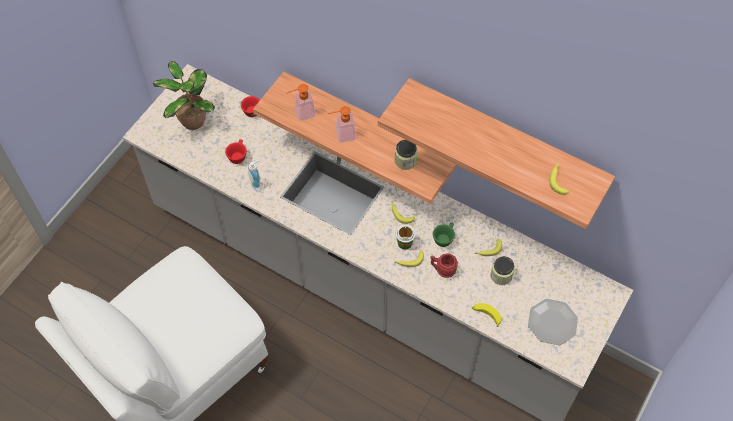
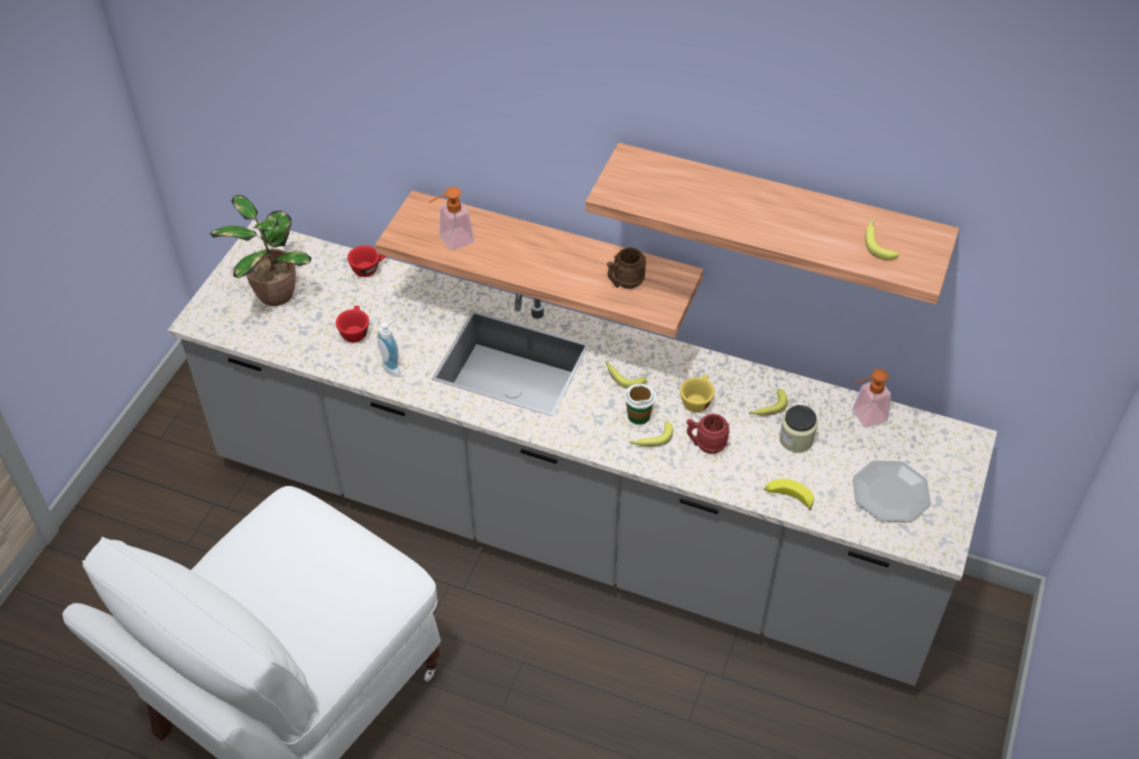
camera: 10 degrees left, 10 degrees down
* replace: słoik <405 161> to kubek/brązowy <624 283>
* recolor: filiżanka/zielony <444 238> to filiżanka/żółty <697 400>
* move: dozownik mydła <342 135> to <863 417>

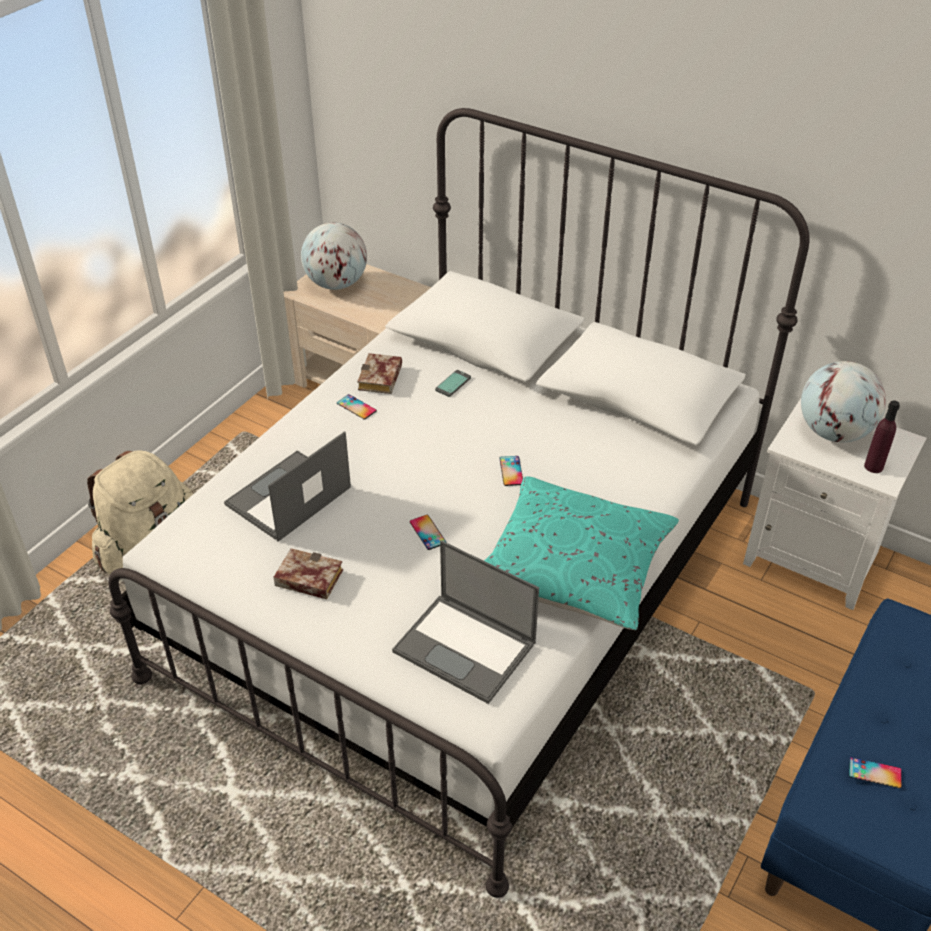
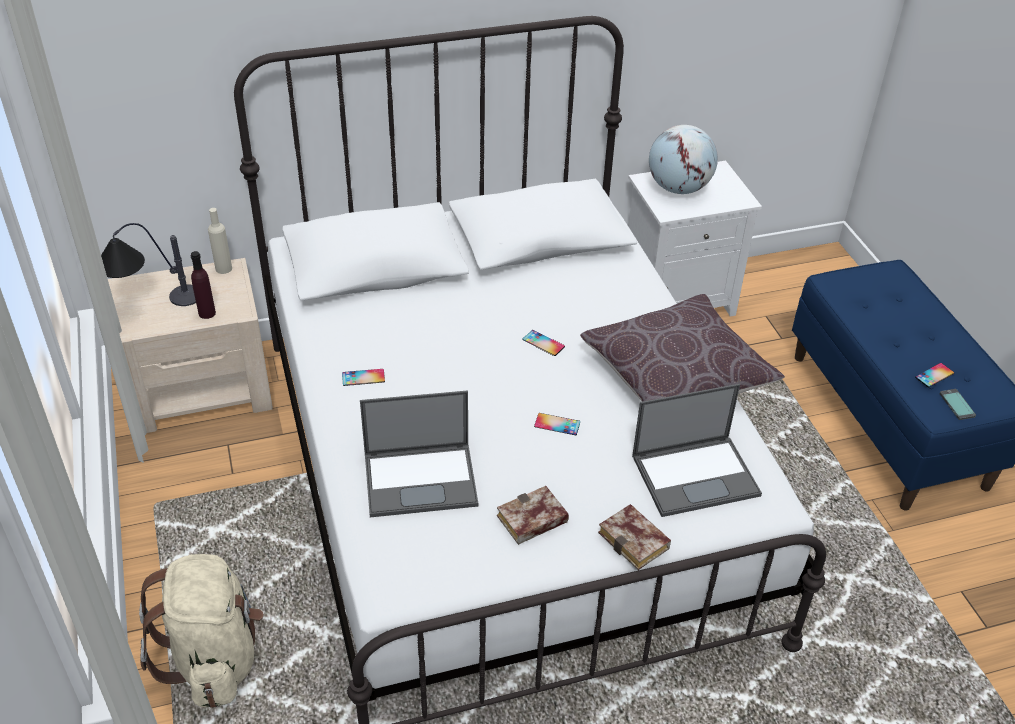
camera: 50 degrees left, 0 degrees up
* replace: globus <336 284> to lampa stołowa <152 304>
* move: butelka/fioletowy <873 466> to <207 313>
* insert: butelka/beżowy <223 268>
* rotate: laptop <288 497> = <422 479> 90 degrees counterclockwise
* recolor: poduszka/turkusowy <574 568> to poduszka/brązowy <676 375>
* move: książka <381 379> to <637 542>
* move: telefon <453 384> to <956 405>

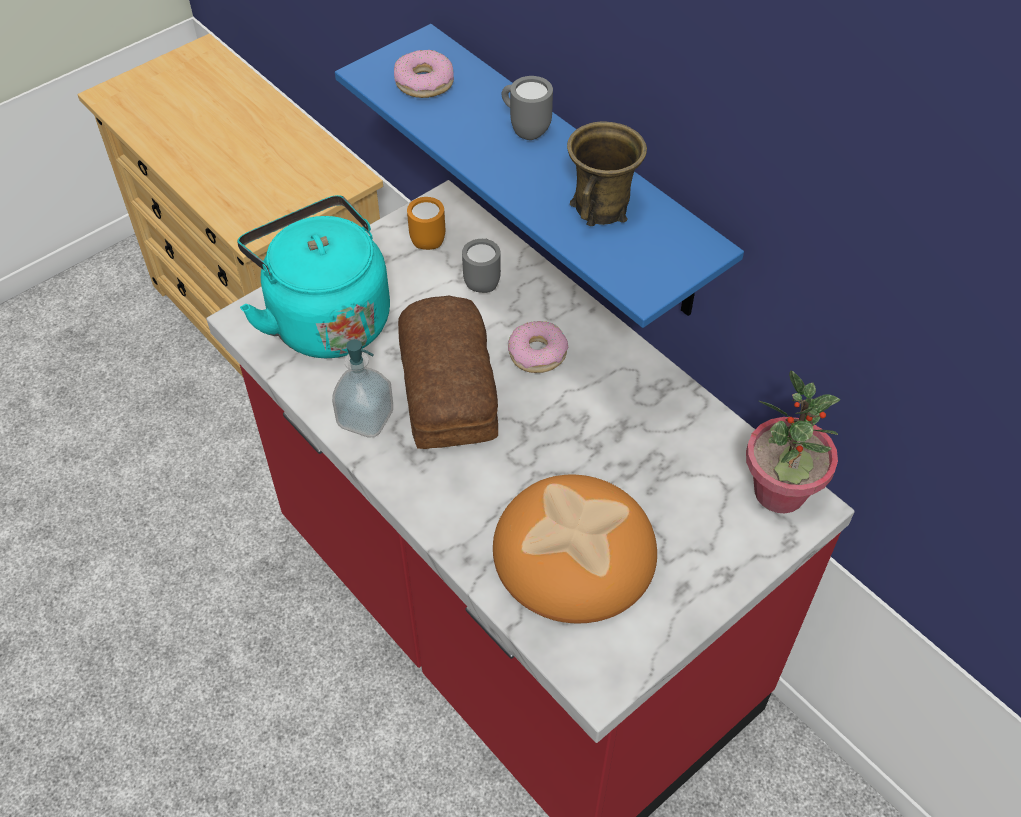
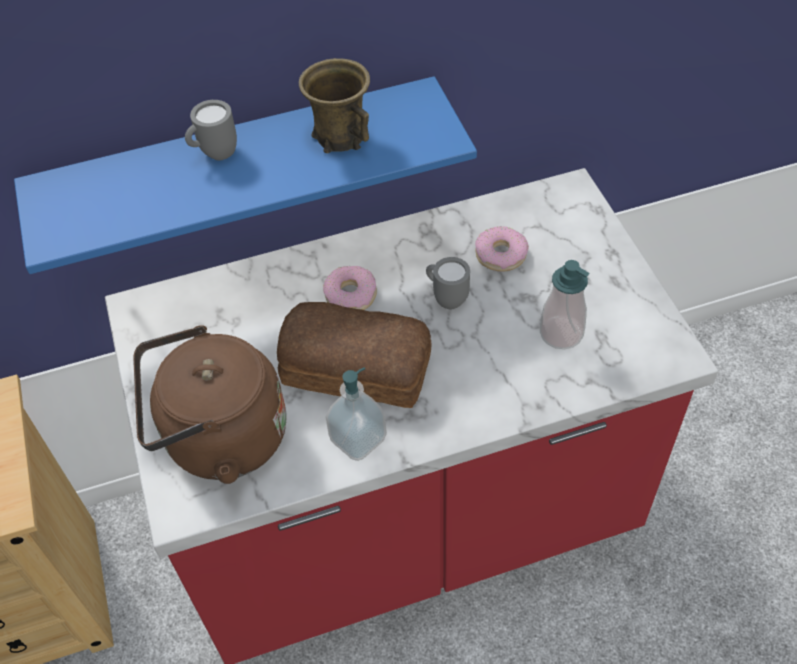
camera: 65 degrees left, 0 degrees up
* recolor: czajnik/turkusowy <325 318> to czajnik/brązowy <219 439>
* move: kubek/szary <483 281> to <446 298>
* move: donut <424 82> to <501 254>
* replace: chleb <576 553> to dozownik mydła <561 333>
* delete: kubek/pomarańczowy <428 239>
* delete: roślina doniczkowa <779 492>

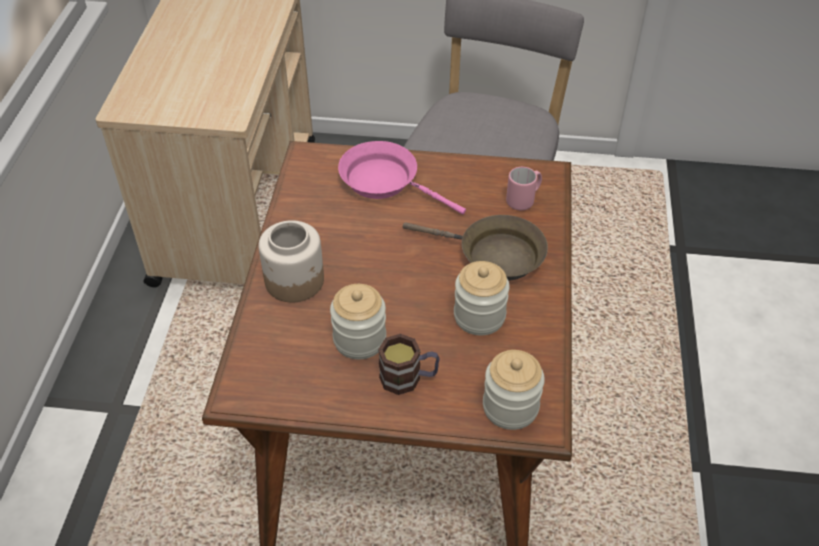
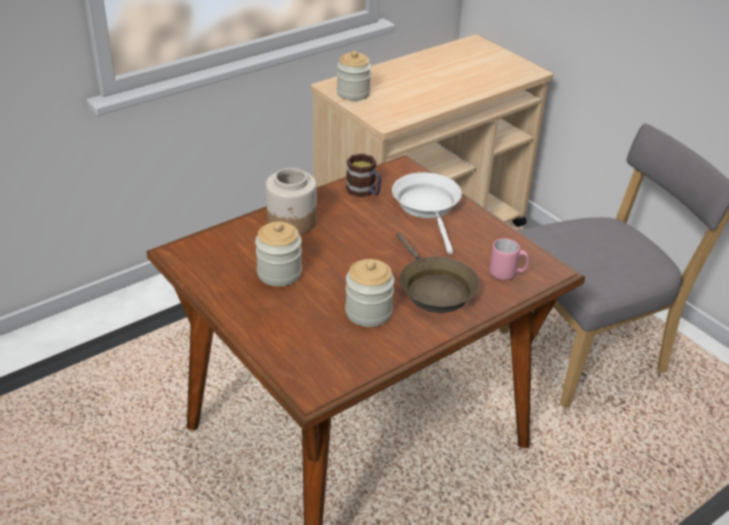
camera: 45 degrees right, 10 degrees down
* move: słoik <510 407> to <353 93>
* move: kubek <408 378> to <364 192>
* recolor: patelnia/różowy <385 181> to patelnia/biały <428 207>

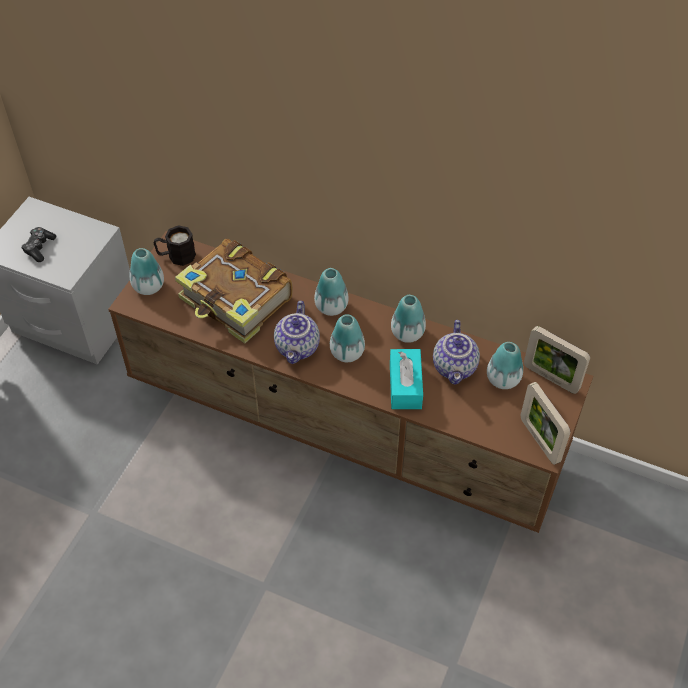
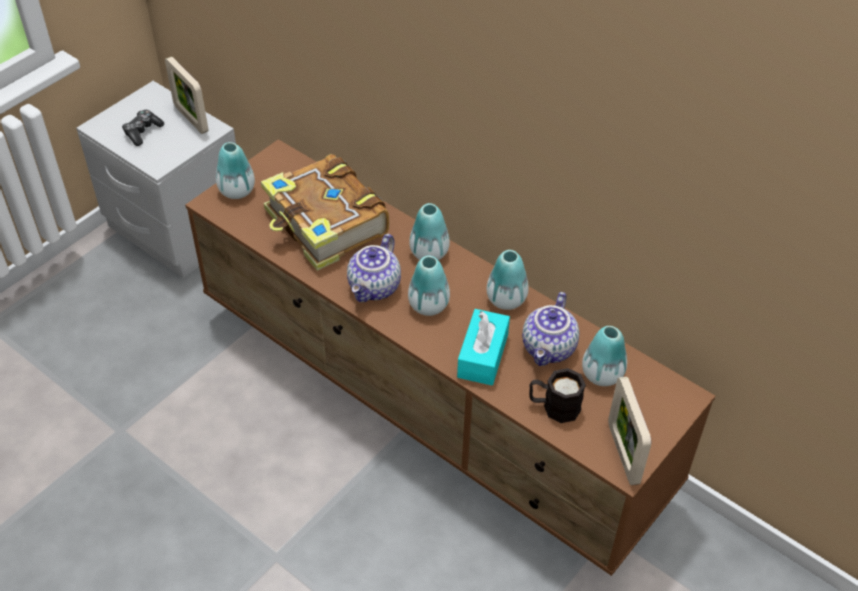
camera: 15 degrees right, 5 degrees down
* move: ramka na zdjęcie <551 378> to <191 119>
* move: kubek/czarny <176 256> to <554 407>

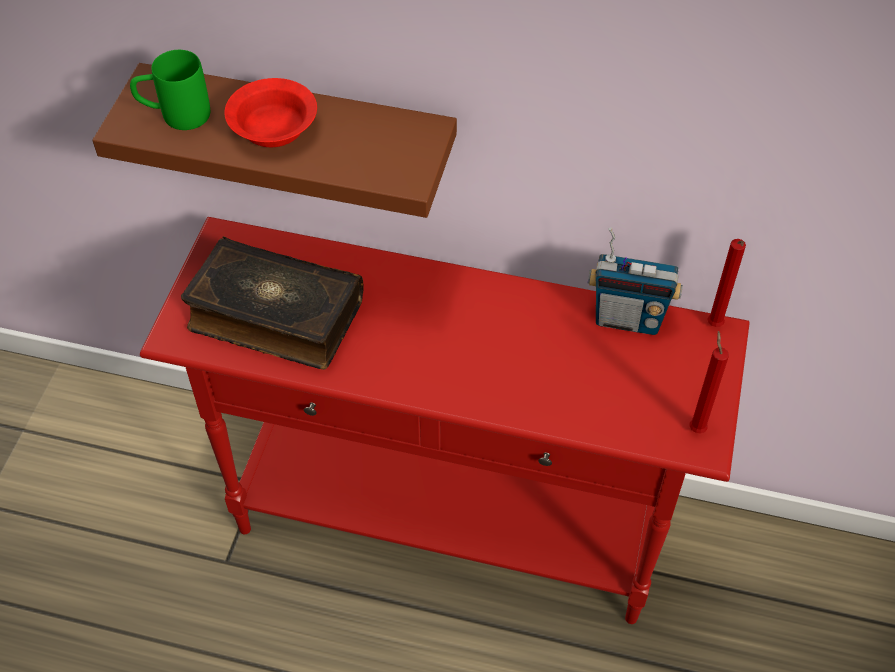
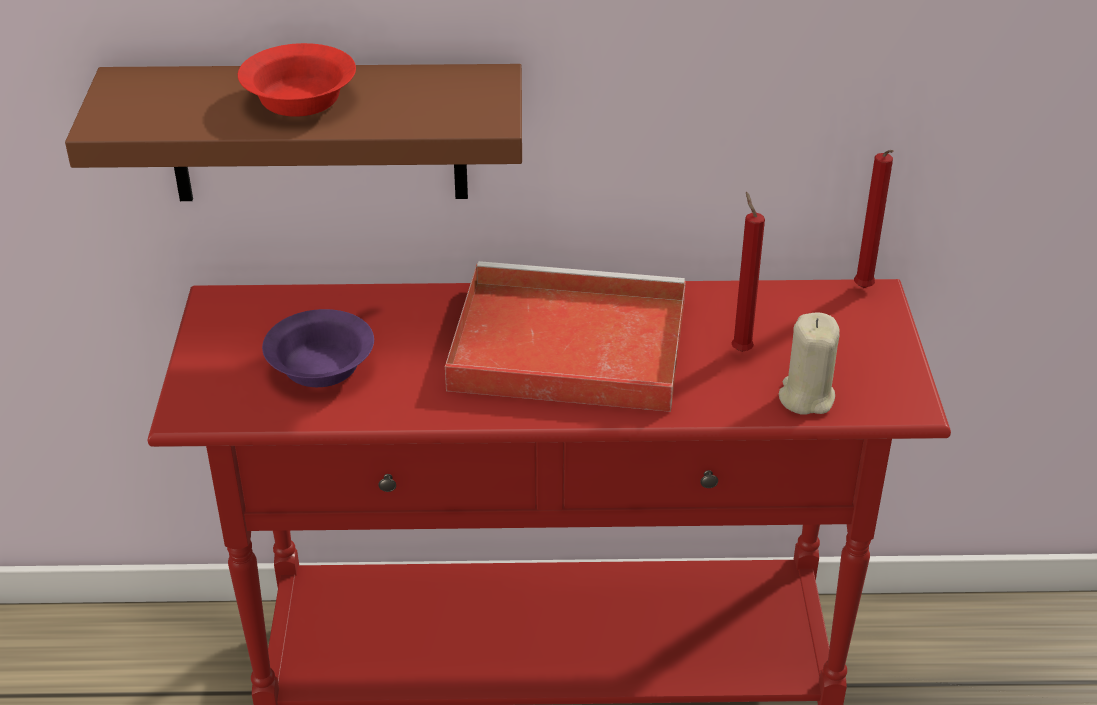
camera: 15 degrees left, 15 degrees down
* replace: książka <275 316> to miska/fioletowy <319 368>
* insert: taca/czerwony <563 346>
* move: świeca/czerwony <696 427> to <740 349>
* insert: świeca/beżowy <806 397>
* delete: kubek/zielony <175 115>
* delete: radio <627 319>

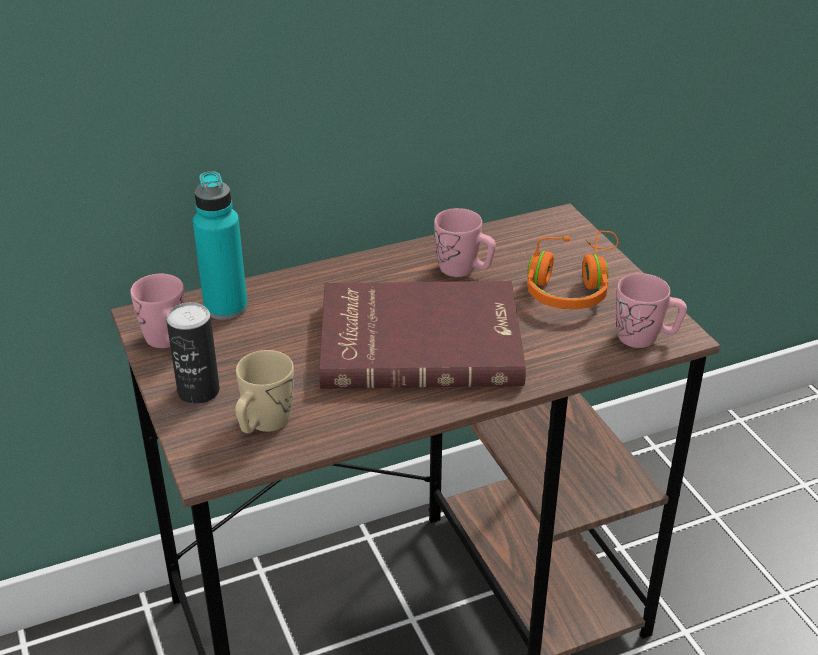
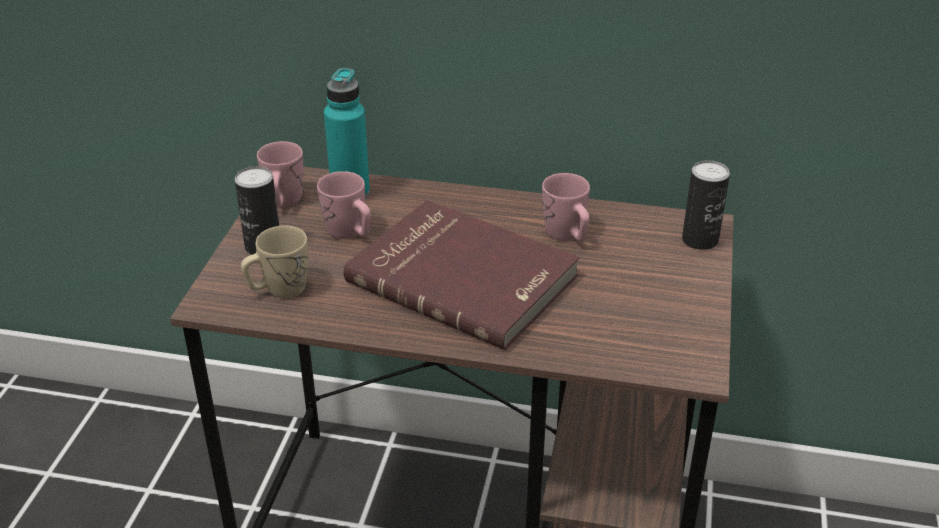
camera: 35 degrees right, 0 degrees up
* move: kubek/różowy <645 338> to <349 233>
* insert: puszka <700 240>
* delete: słuchawki/pomarańczowy <571 286>

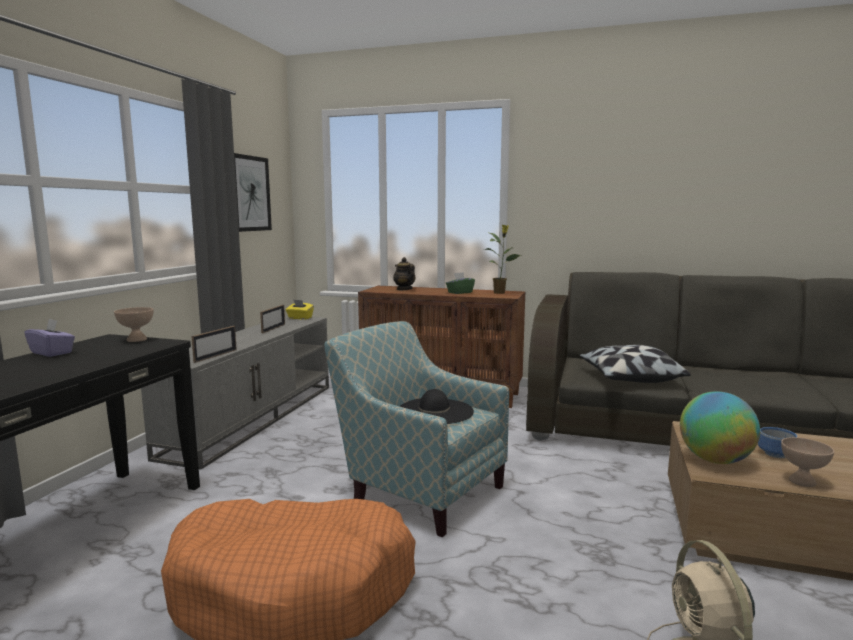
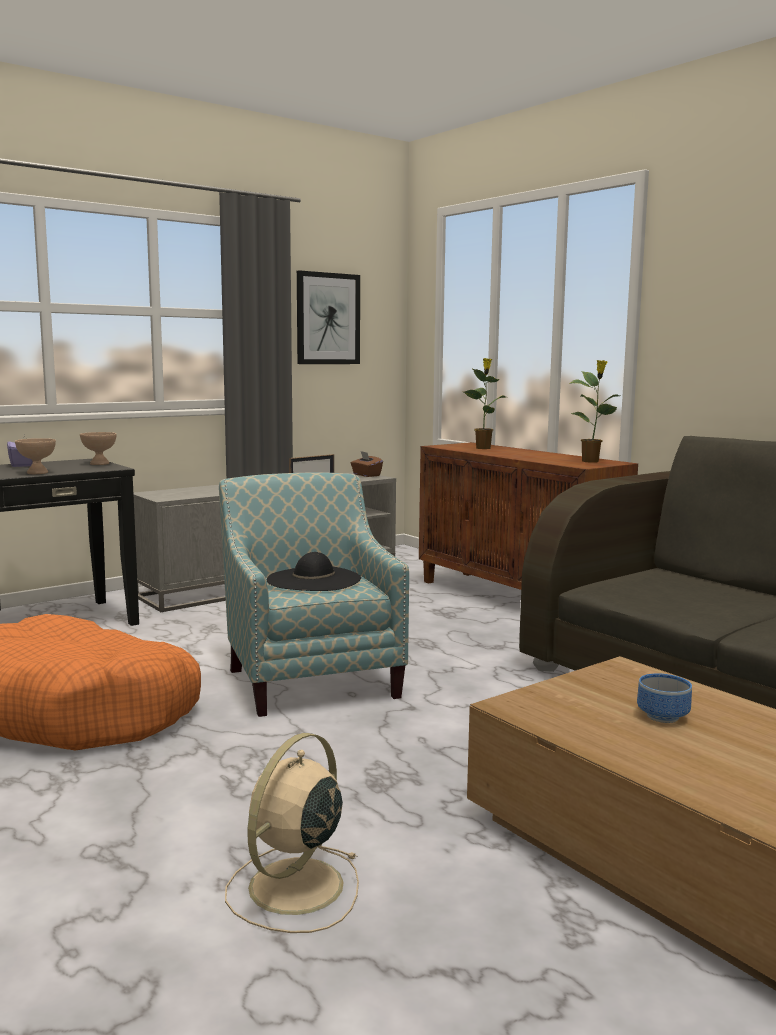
camera: 35 degrees right, 0 degrees up
* move: miska/beżowy <803 481> to <38 473>
* recolor: pudełko chusteczek/żółty <300 318> to pudełko chusteczek/brązowy <366 475>
* replace: imbryk <404 289> to roślina doniczkowa <483 448>
* delete: ramka na zdjęcie <216 356>
* delete: pudełko chusteczek/zielony <460 292>
* delete: poduszka <629 379>
* delete: globus <715 460>

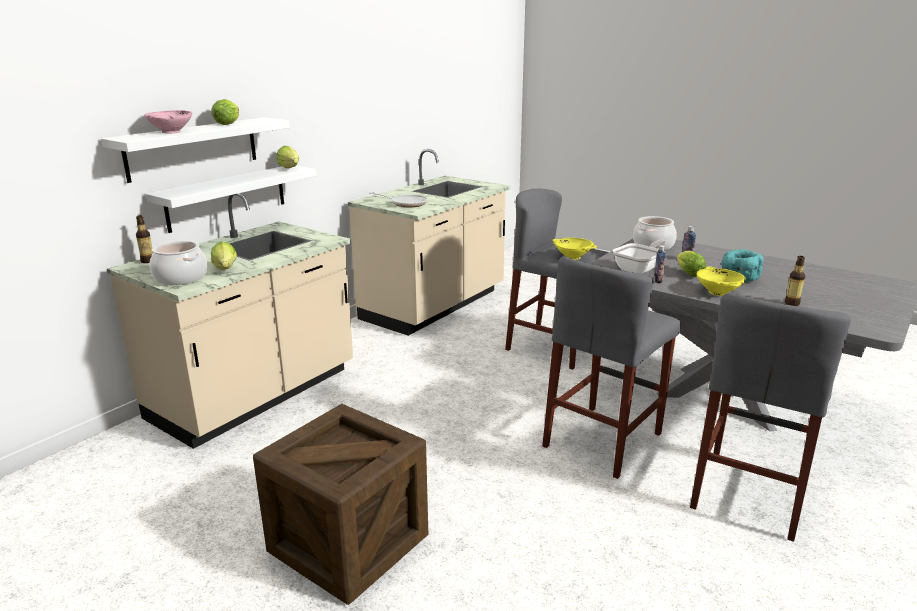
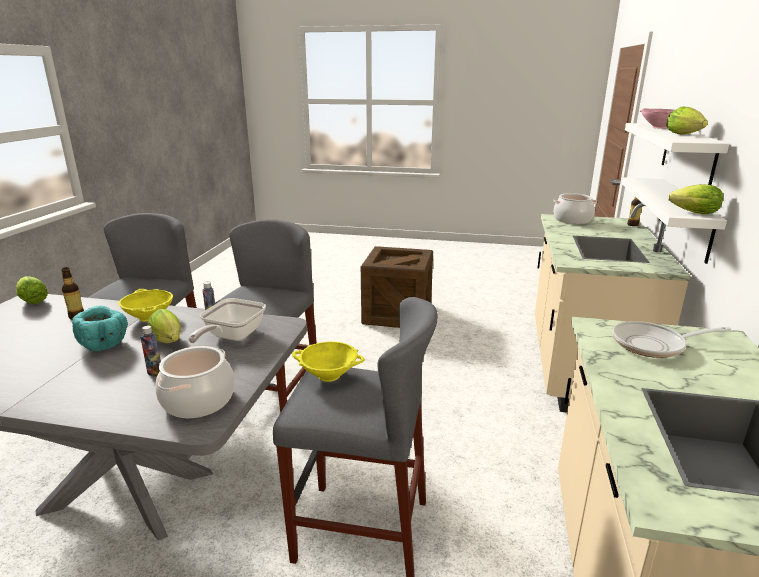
camera: 155 degrees right, 0 degrees up
* move: sałata <226 270> to <32 300>

